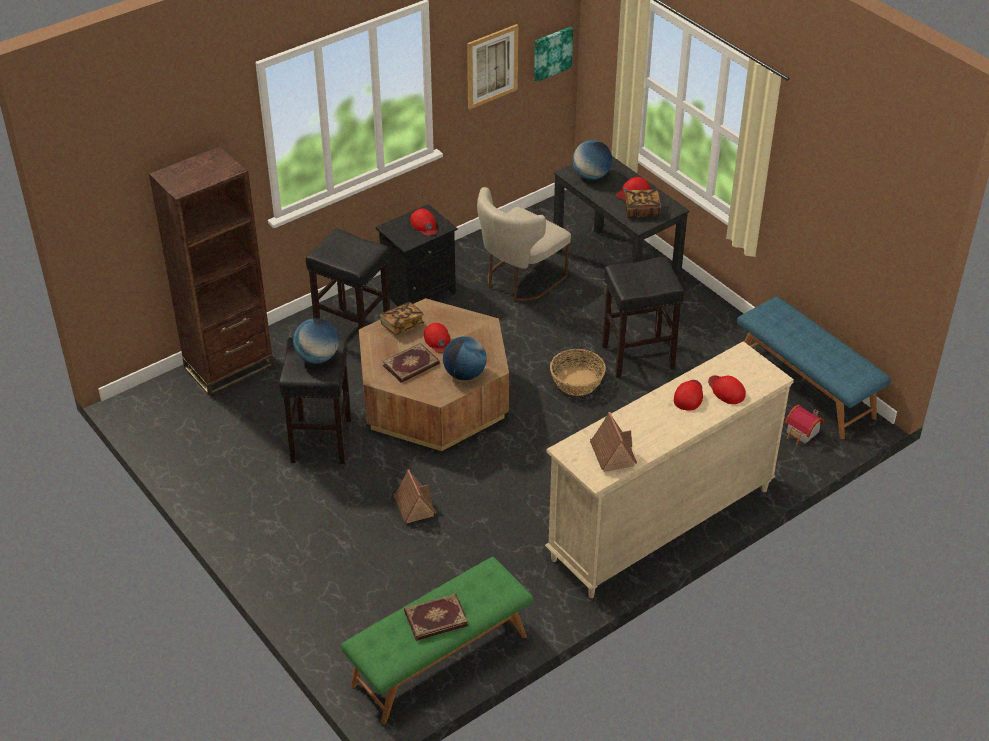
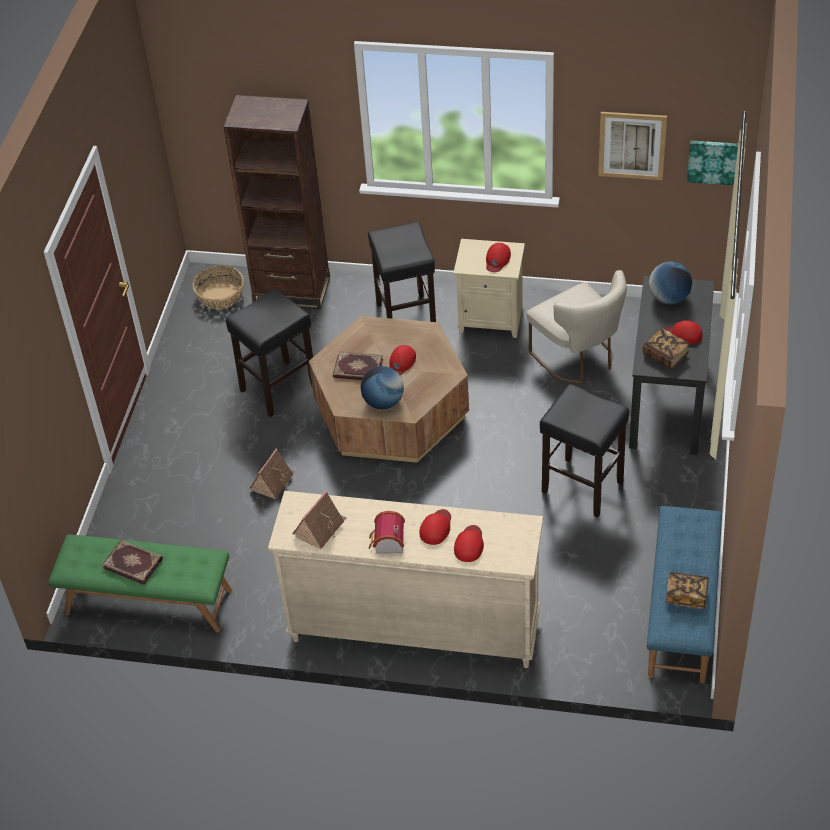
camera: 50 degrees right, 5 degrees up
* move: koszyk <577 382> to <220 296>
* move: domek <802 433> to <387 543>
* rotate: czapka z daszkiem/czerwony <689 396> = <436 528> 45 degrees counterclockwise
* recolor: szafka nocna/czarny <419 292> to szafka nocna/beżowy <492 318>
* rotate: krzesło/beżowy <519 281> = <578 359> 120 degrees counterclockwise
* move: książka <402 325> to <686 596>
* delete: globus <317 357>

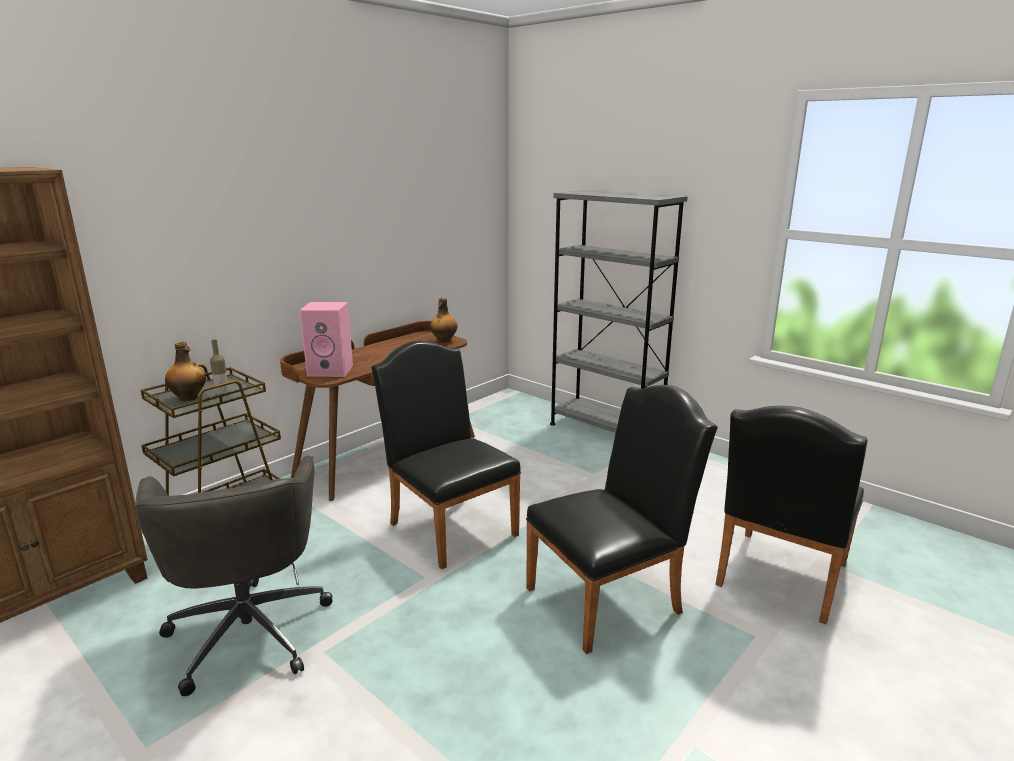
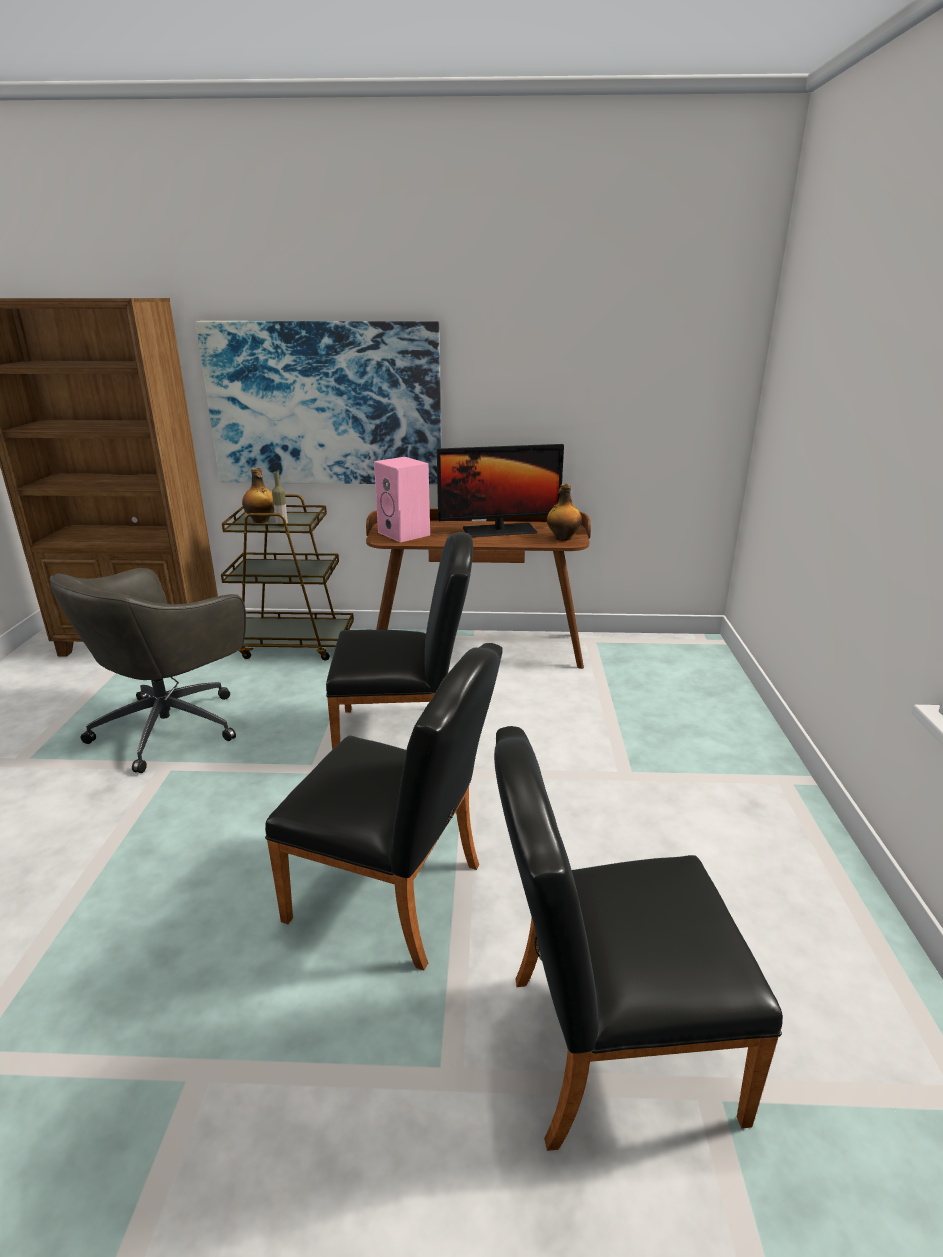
camera: 50 degrees right, 5 degrees up
* insert: obraz <325 404>
* rotate: krzesło/czarny <449 525> = <406 735> 75 degrees clockwise
* insert: monitor <499 530>
* delete: regał/szary <605 431>

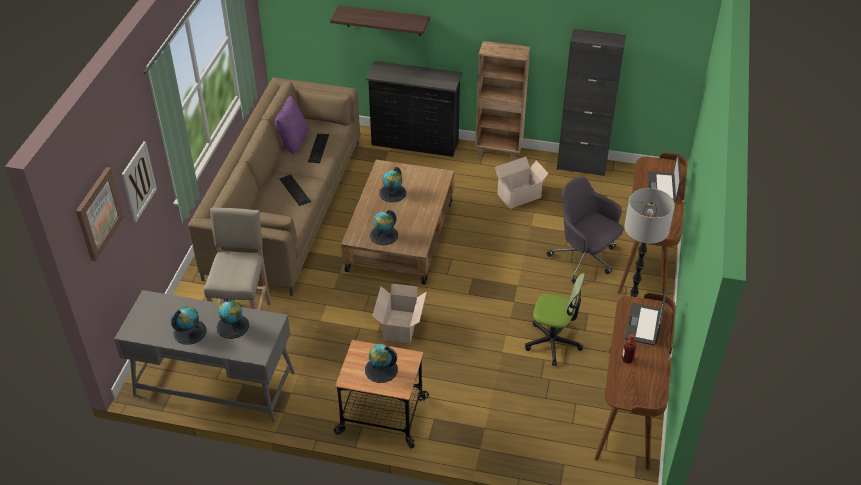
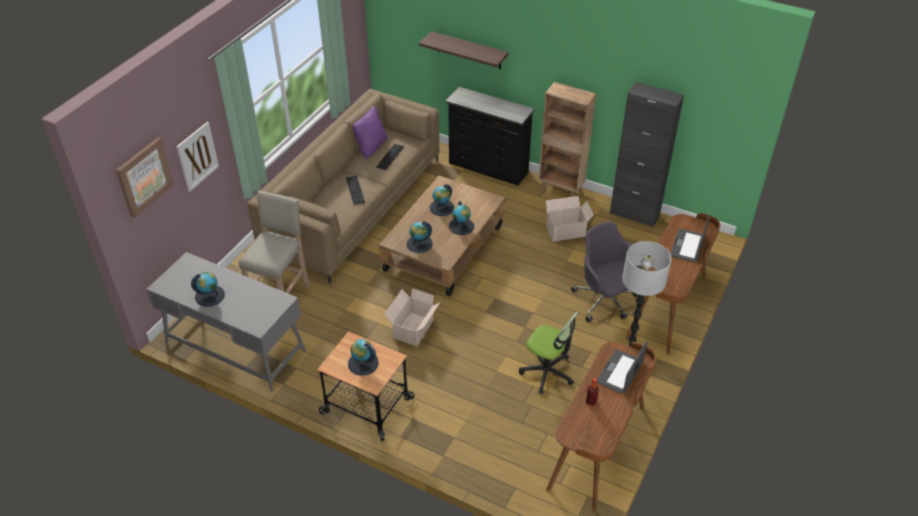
camera: 15 degrees right, 0 degrees up
* move: globus <233 326> to <461 226>

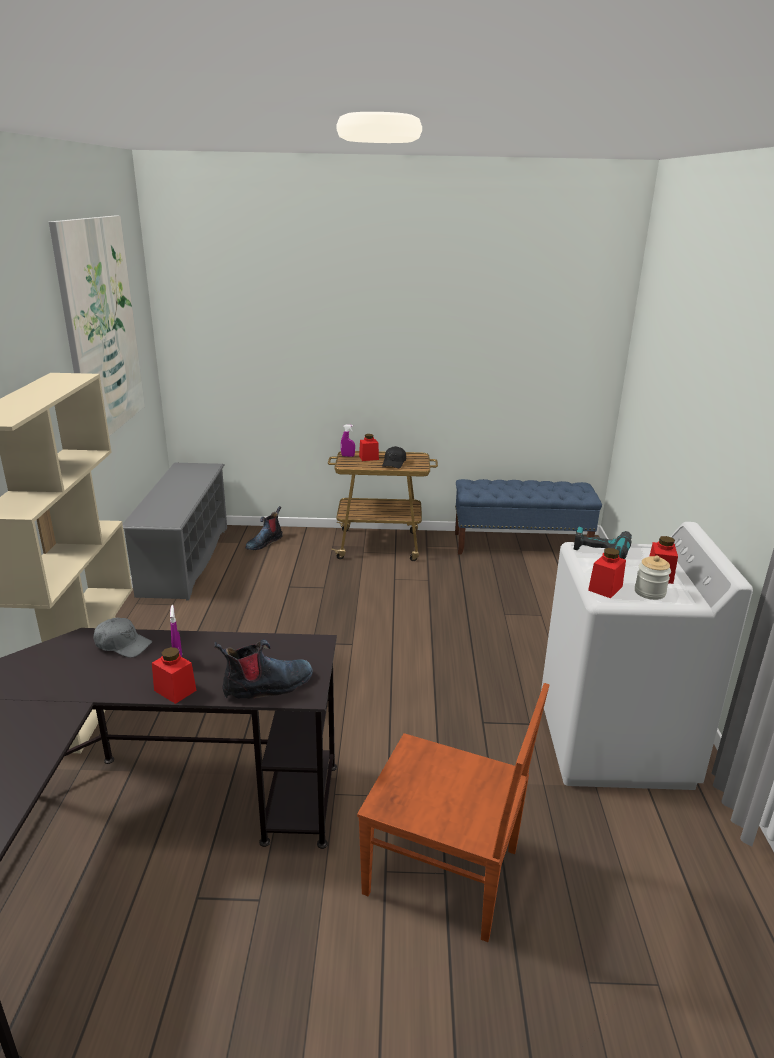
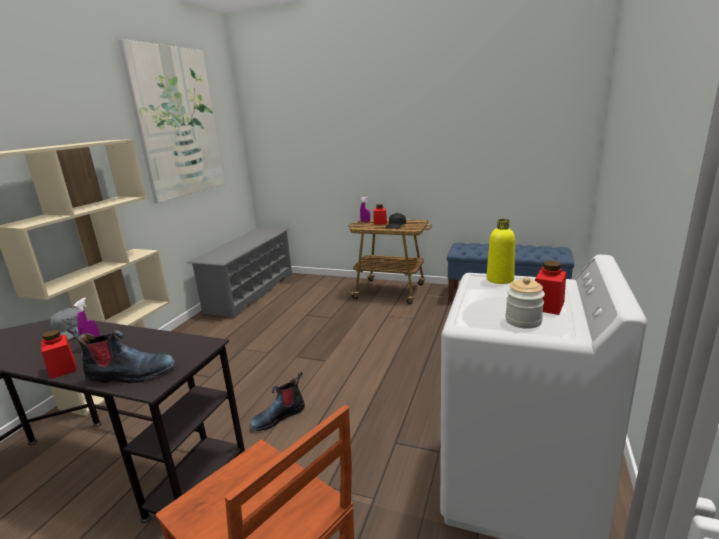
camera: 20 degrees right, 5 degrees down
* move: but z cholewką <264 542> to <279 416>
* replace: wiertarka <602 549> to butelka/żółty <500 279>
* delete: słoik/czerwony <605 588>

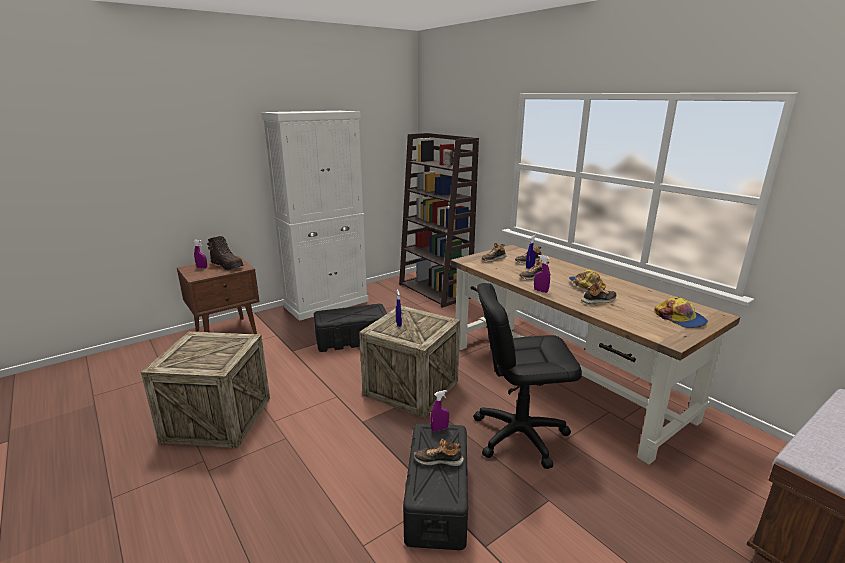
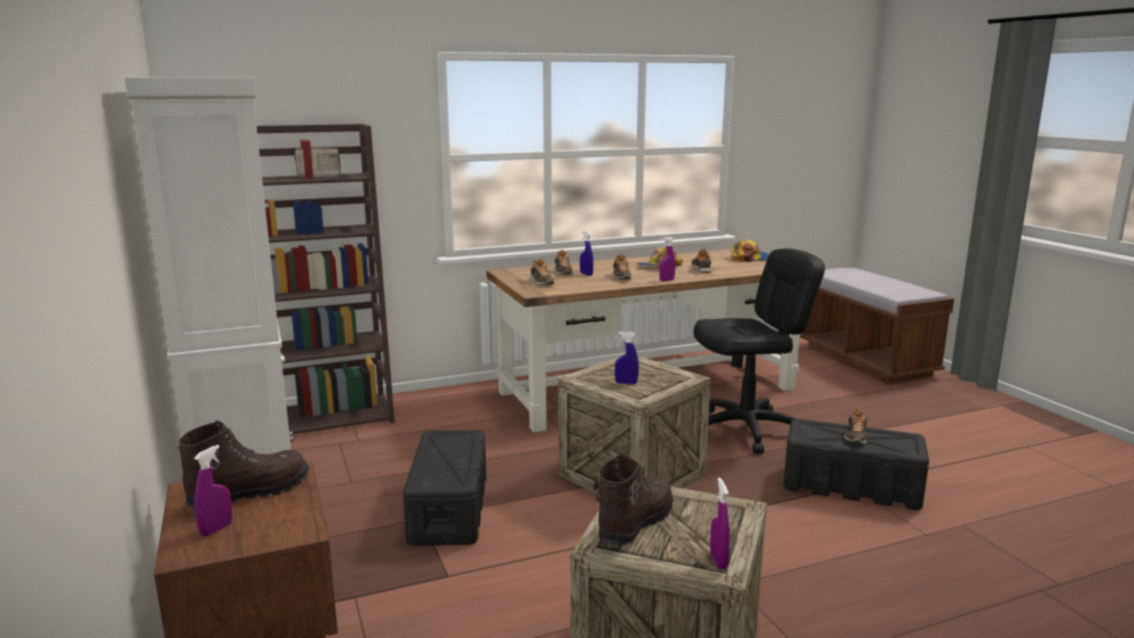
camera: 75 degrees left, 5 degrees down
* insert: but z cholewką/brązowy <634 523>
* rotate: krzesło biurowe/czarny <519 435> = <746 430> 120 degrees counterclockwise
* move: spryskiwacz/fioletowy <439 429> to <718 561>

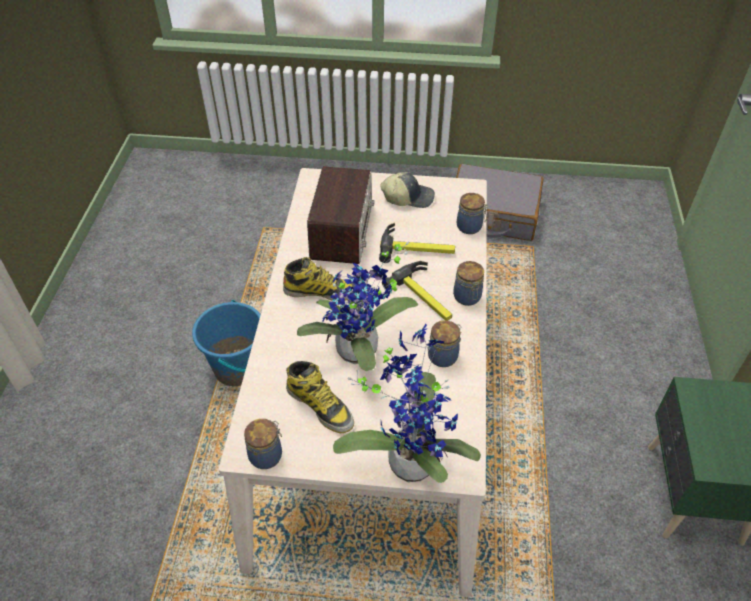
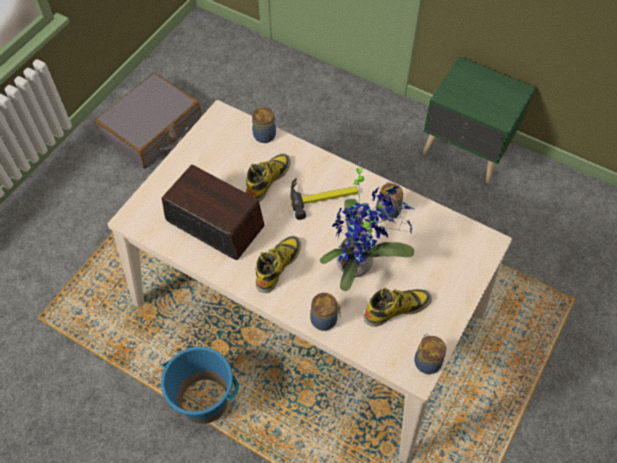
camera: 65 degrees left, 10 degrees up
* replace: młotek <417 248> to but z cholewką <268 179>
* move: słoik <467 297> to <325 320>
* delete: roślina doniczkowa <410 458>
* delete: czapka z daszkiem <408 197>

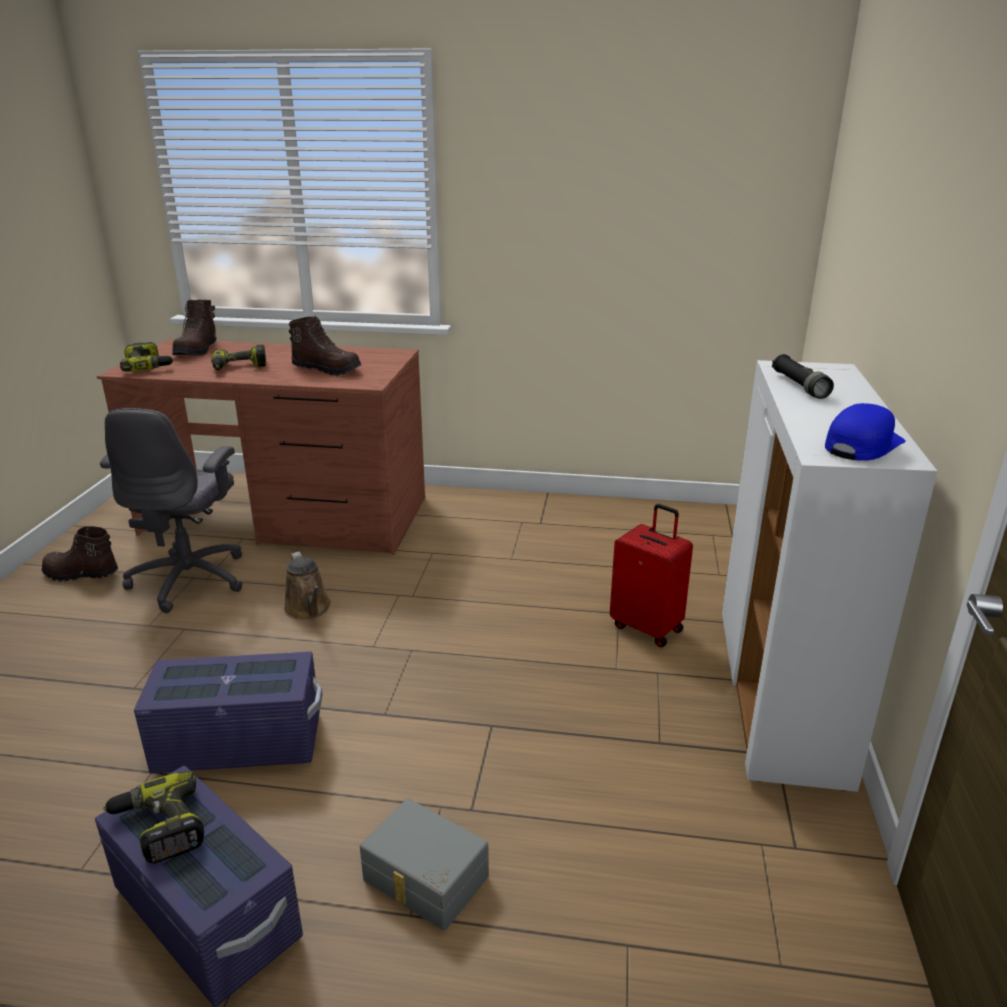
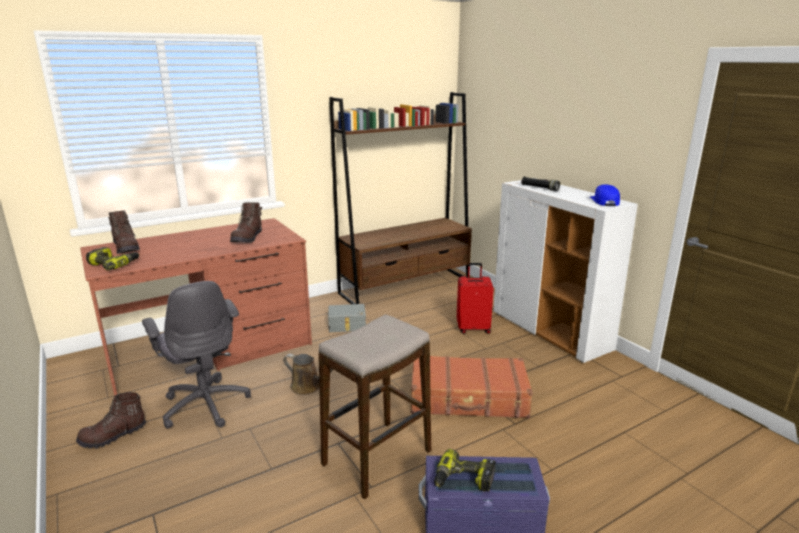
camera: 40 degrees left, 5 degrees down
* rotate: but z cholewką/brązowy <327 369> = <248 238> 120 degrees clockwise
* replace: pojemnik do przechowywania/fioletowy <238 744> to stołek <377 458>
* move: pojemnik do przechowywania/szary <424 880> to <347 325>
* insert: regał/brązowy <406 287>
* insert: walizka/brązowy <468 398>
* delete: wiertarka <239 367>

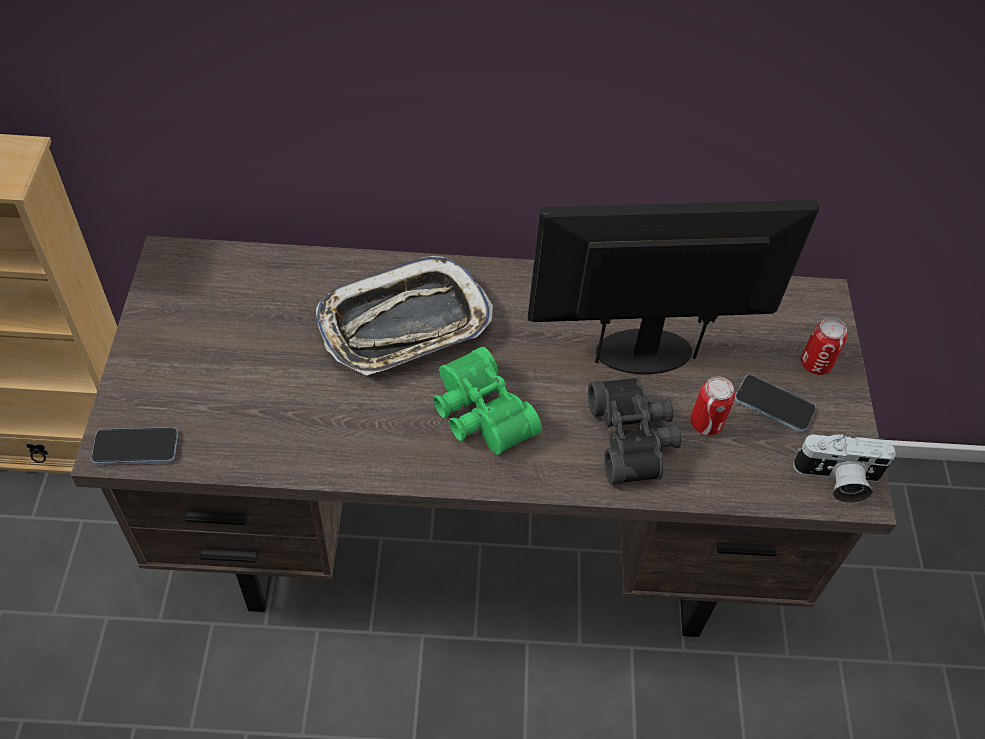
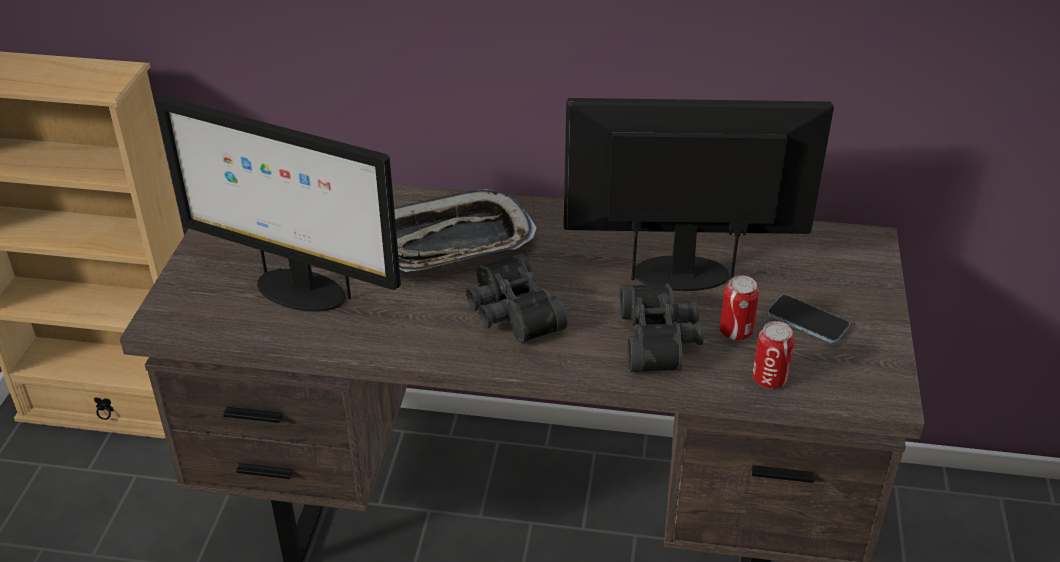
camera: 10 degrees right, 15 degrees down
* insert: monitor <298 290>
* recolor: lornetka/zielony <478 414> to lornetka/czarny <510 313>
* move: puszka <815 364> to <769 379>
* delete: telefon <136 447>
* delete: aparat fotograficzny <837 480>

